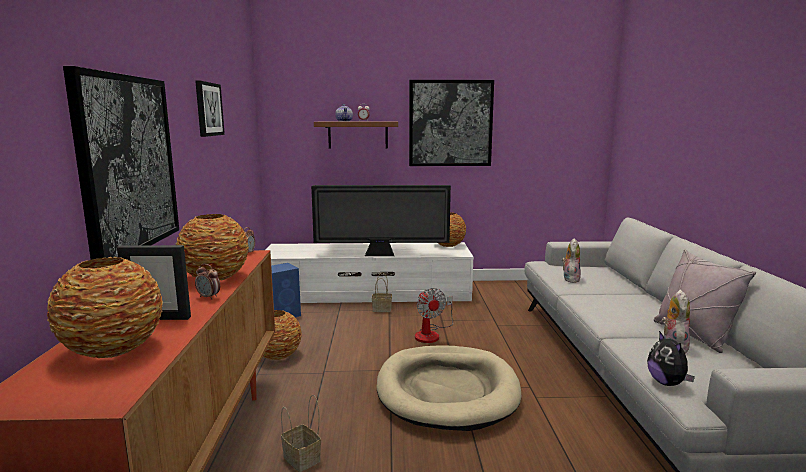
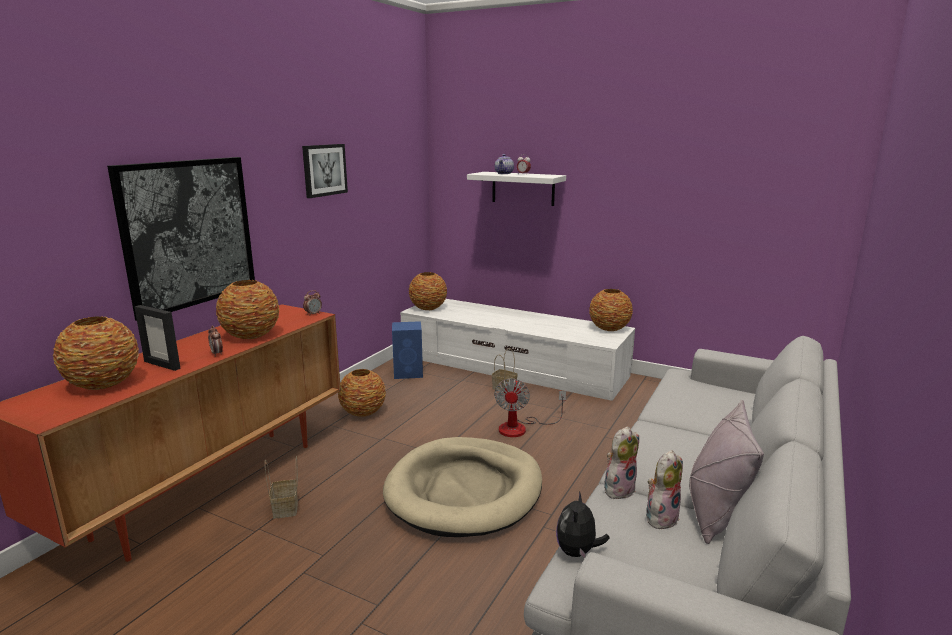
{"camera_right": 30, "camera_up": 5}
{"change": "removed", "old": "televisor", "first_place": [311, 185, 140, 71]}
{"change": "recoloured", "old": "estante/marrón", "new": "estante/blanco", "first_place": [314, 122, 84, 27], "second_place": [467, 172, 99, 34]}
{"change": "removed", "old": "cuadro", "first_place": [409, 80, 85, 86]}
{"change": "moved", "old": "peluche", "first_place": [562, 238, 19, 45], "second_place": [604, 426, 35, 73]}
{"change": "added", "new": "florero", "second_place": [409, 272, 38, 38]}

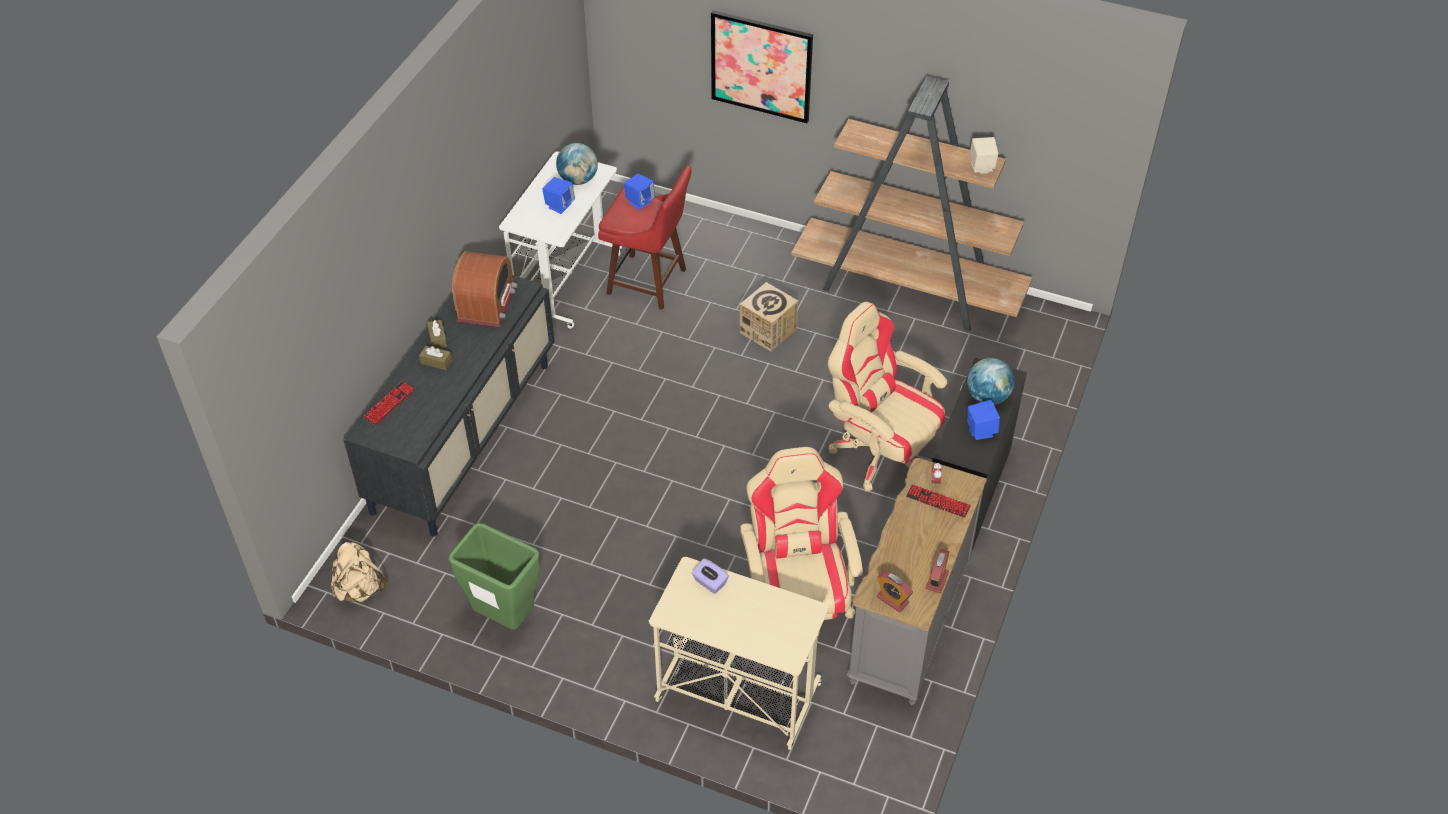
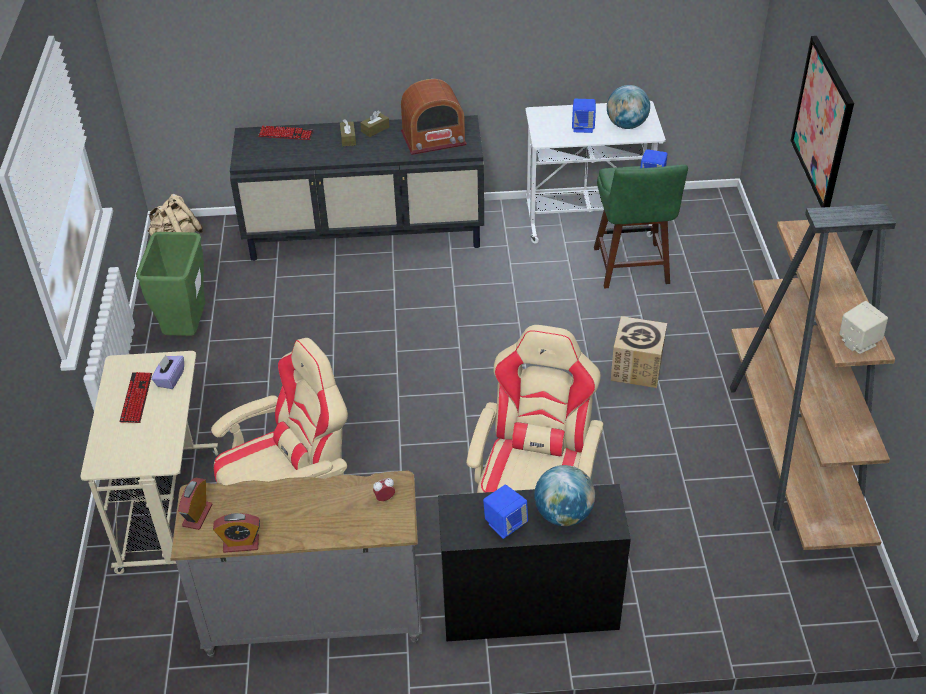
{"camera_right": 65, "camera_up": -5}
{"change": "recoloured", "old": "taburete/rojo", "new": "taburete/verde", "first_place": [598, 166, 94, 144], "second_place": [594, 165, 94, 123]}
{"change": "moved", "old": "teclado", "first_place": [906, 485, 65, 33], "second_place": [119, 372, 33, 51]}

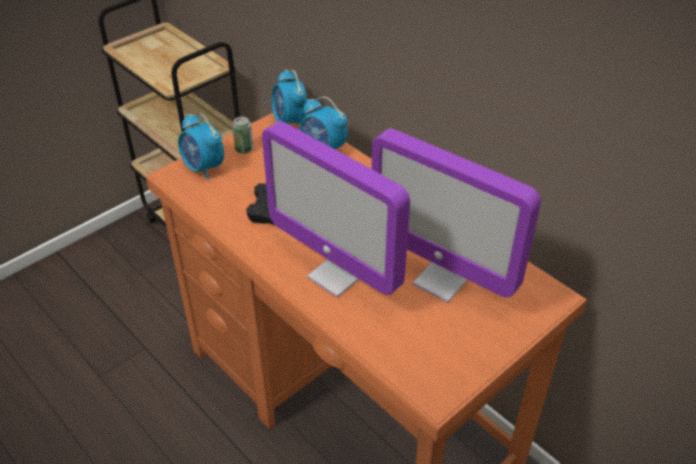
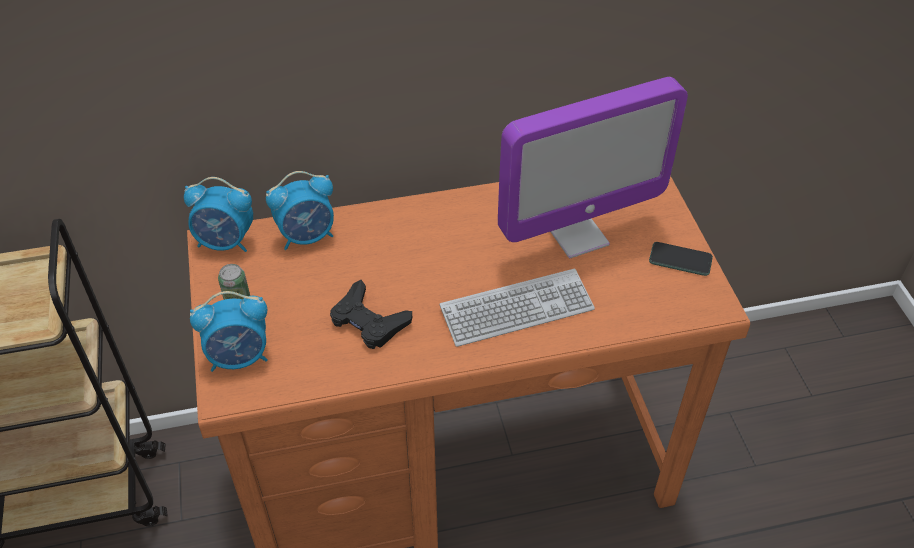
{"camera_right": -60, "camera_up": 5}
{"change": "replaced", "old": "monitor", "new": "teclado", "first_place": [262, 121, 148, 176], "second_place": [440, 269, 155, 78]}
{"change": "added", "new": "móvil", "second_place": [649, 242, 64, 34]}

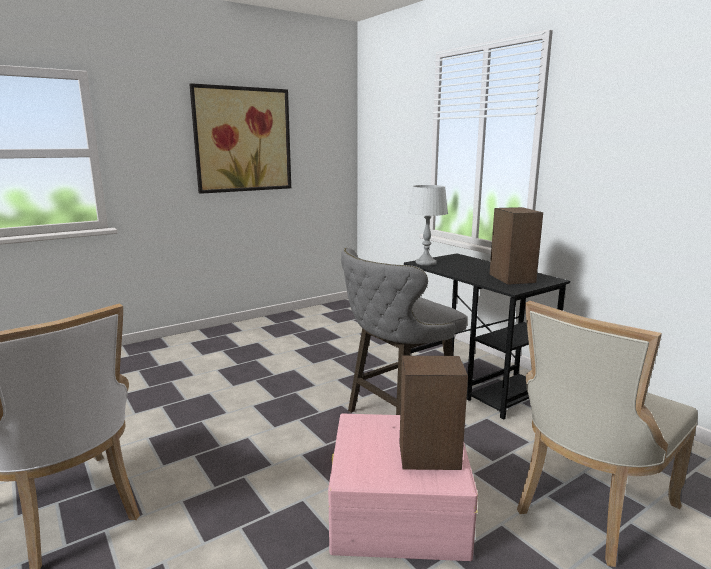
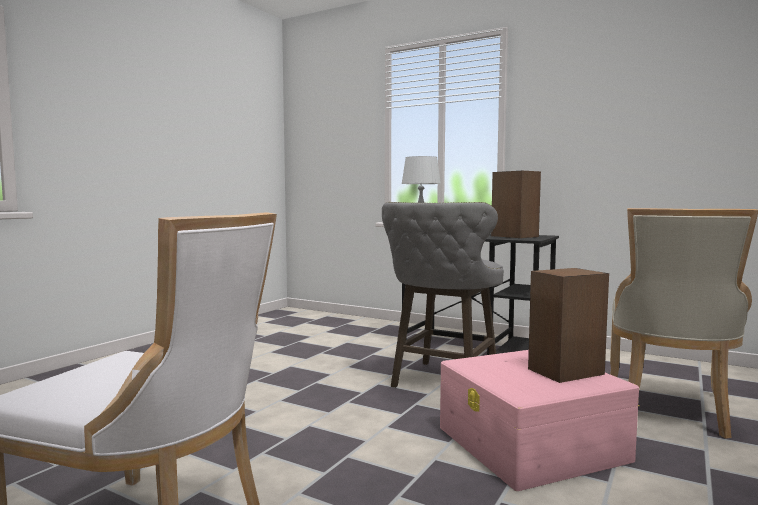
{"camera_right": -25, "camera_up": -10}
{"change": "removed", "old": "cuadro", "first_place": [189, 83, 102, 111]}

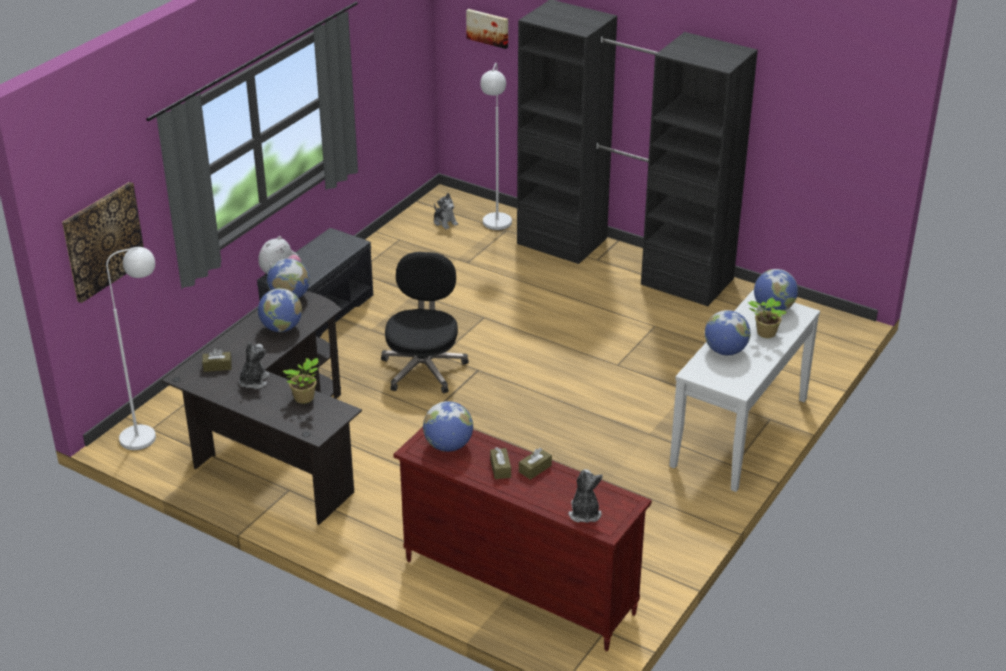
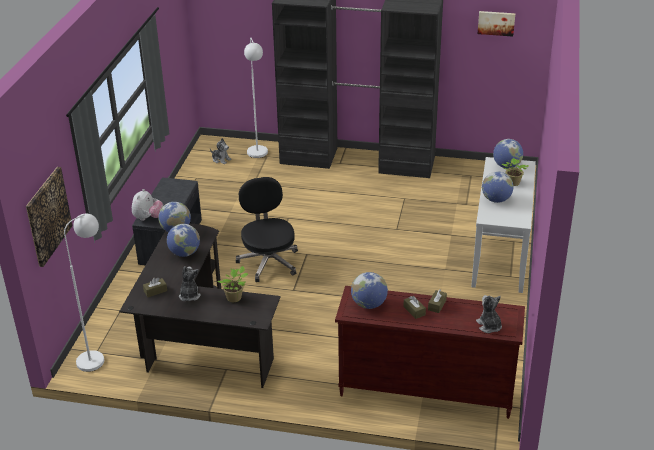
{"camera_right": -20, "camera_up": 0}
{"change": "moved", "old": "cuadro", "first_place": [466, 9, 42, 40], "second_place": [478, 11, 37, 26]}

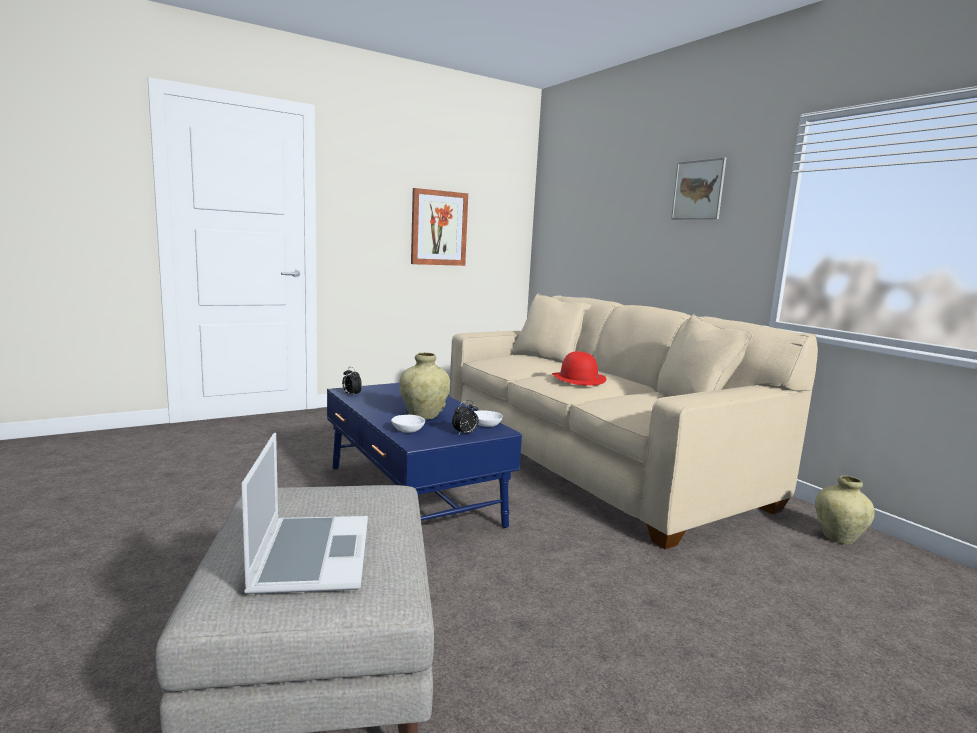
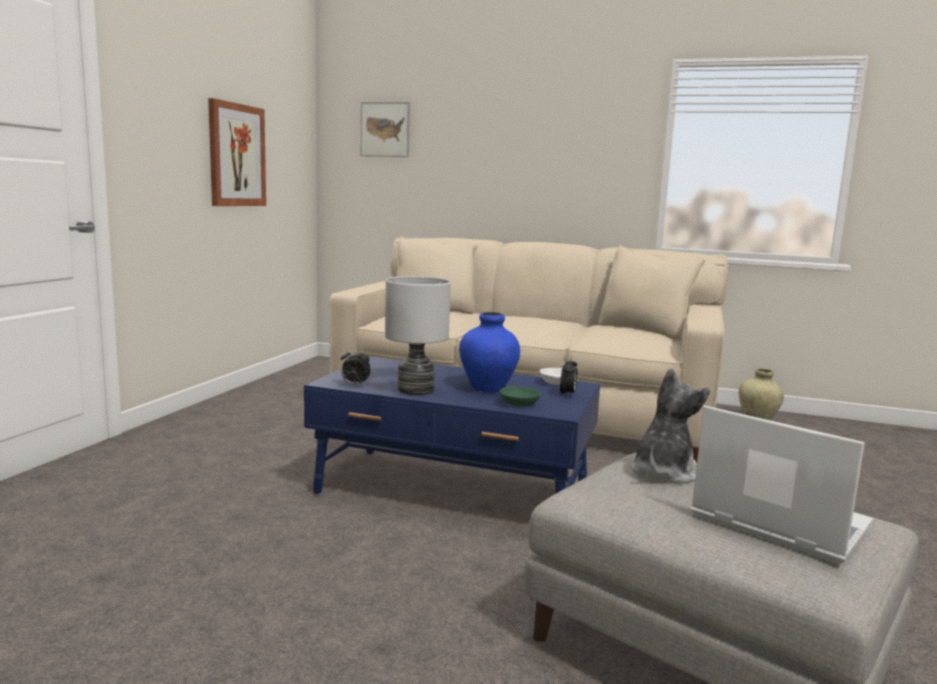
{"camera_right": -40, "camera_up": 0}
{"change": "recoloured", "old": "cuenco/blanco", "new": "cuenco/verde", "first_place": [391, 415, 34, 18], "second_place": [499, 386, 42, 21]}
{"change": "recoloured", "old": "florero/beis", "new": "florero/azul", "first_place": [399, 352, 51, 68], "second_place": [459, 312, 61, 81]}
{"change": "removed", "old": "sombrero/rojo", "first_place": [552, 351, 55, 35]}
{"change": "moved", "old": "cuadro", "first_place": [671, 157, 55, 62], "second_place": [360, 102, 50, 55]}
{"change": "added", "new": "lámpara de mesa/gris", "second_place": [385, 276, 66, 119]}
{"change": "added", "new": "peluche", "second_place": [630, 368, 80, 116]}

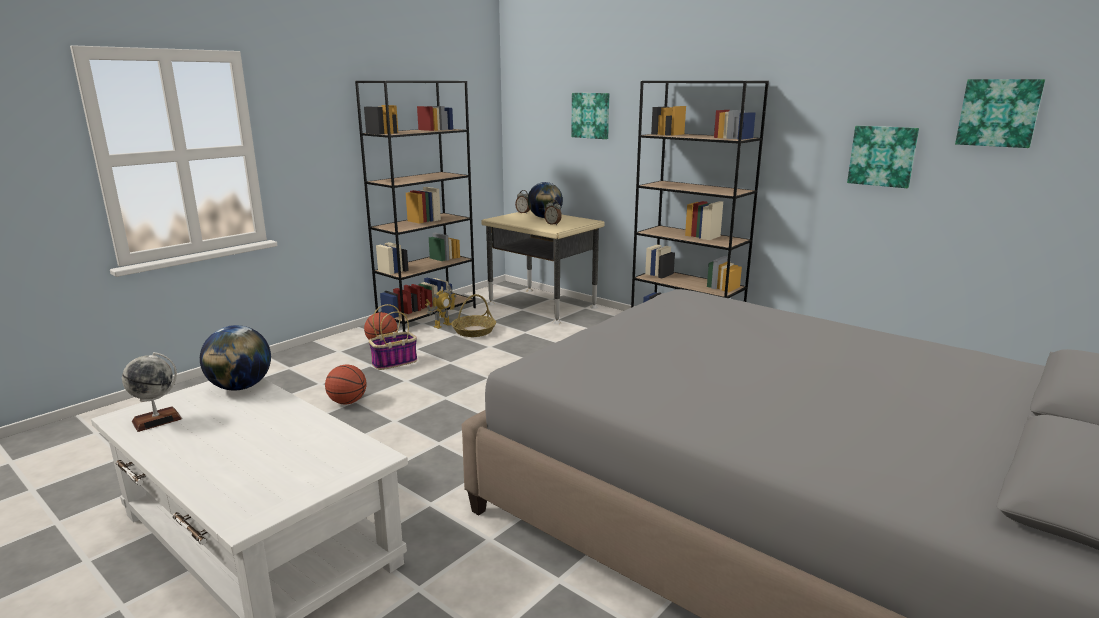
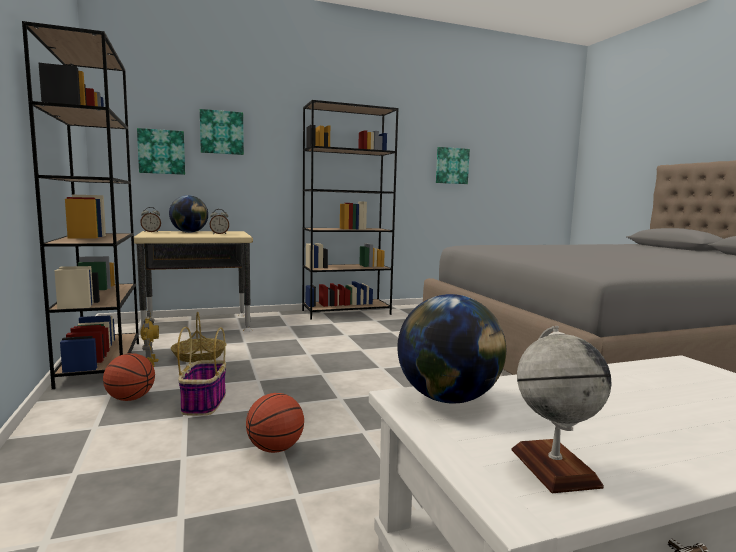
{"camera_right": -60, "camera_up": -10}
{"change": "moved", "old": "cuadro", "first_place": [955, 79, 90, 69], "second_place": [137, 128, 48, 47]}

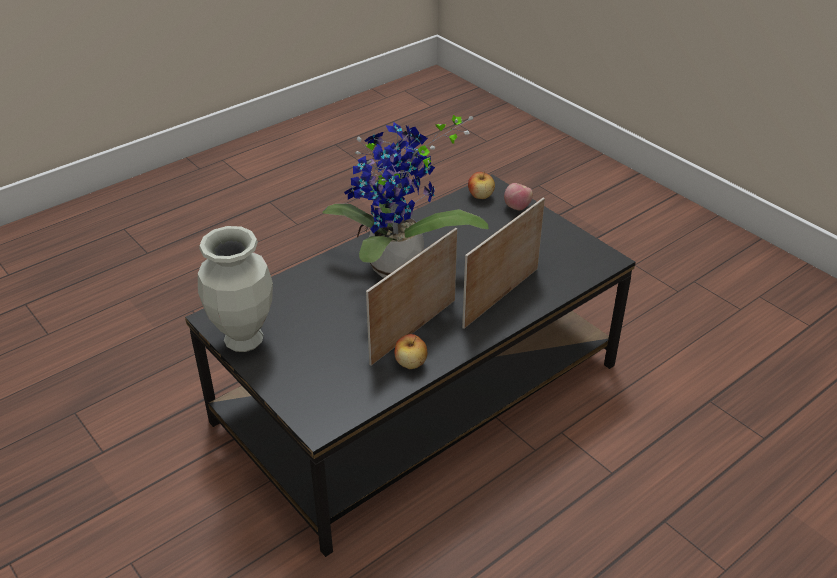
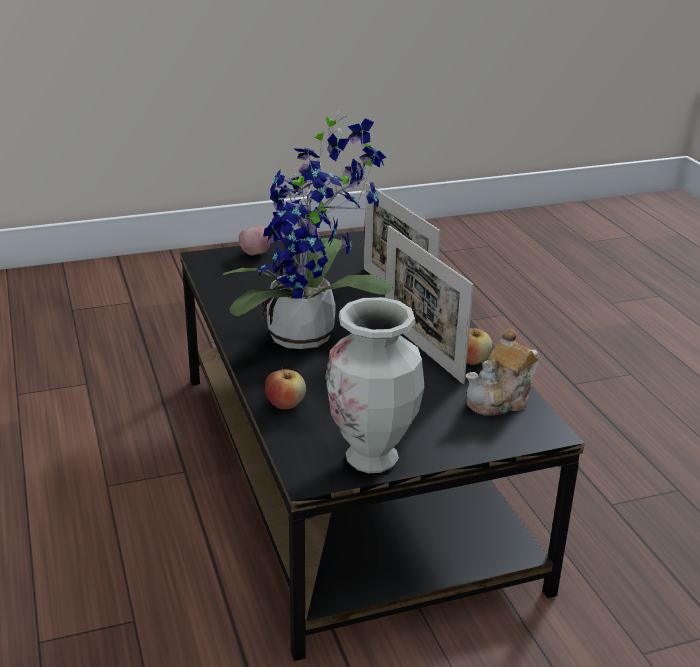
{"camera_right": -70, "camera_up": -10}
{"change": "moved", "old": "manzana", "first_place": [468, 171, 27, 28], "second_place": [265, 367, 41, 42]}
{"change": "added", "new": "tetera", "second_place": [466, 328, 74, 88]}

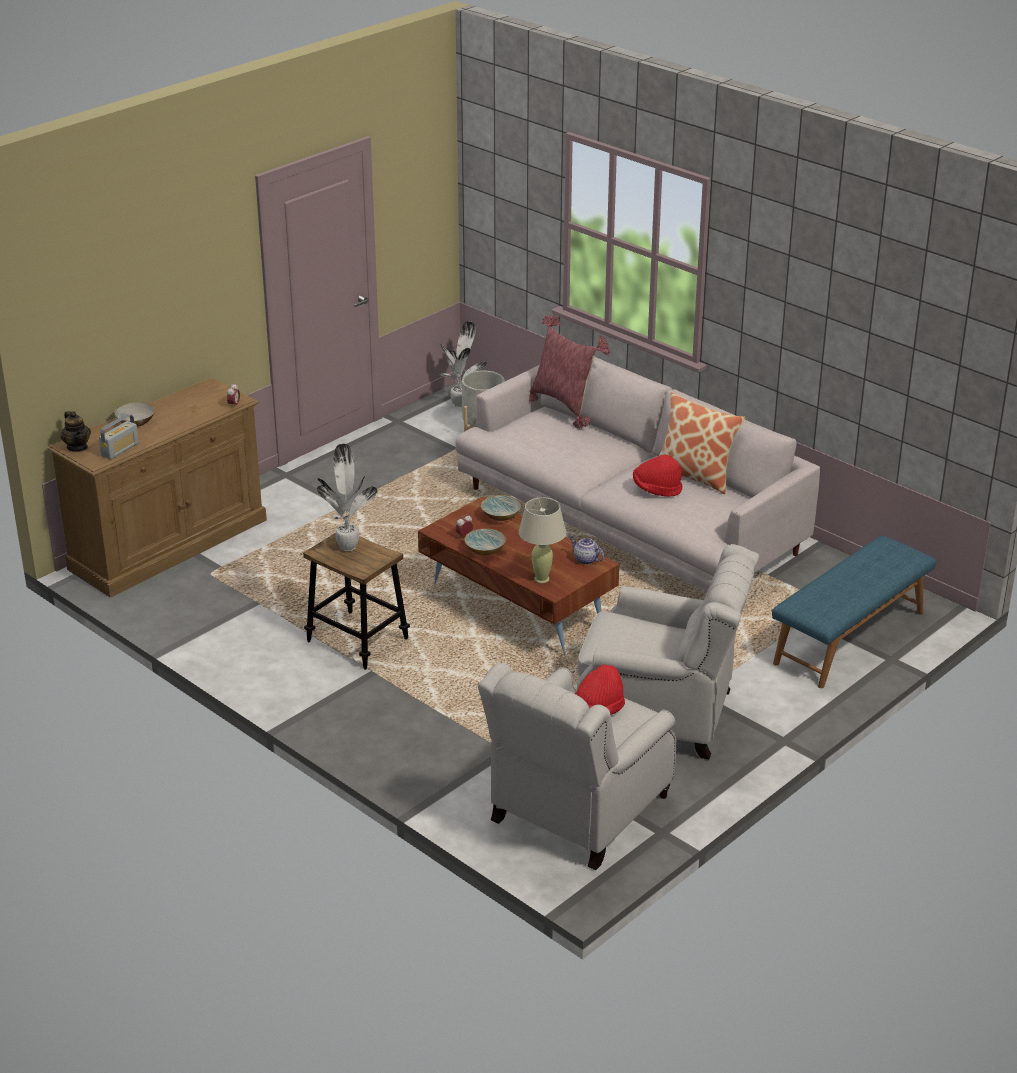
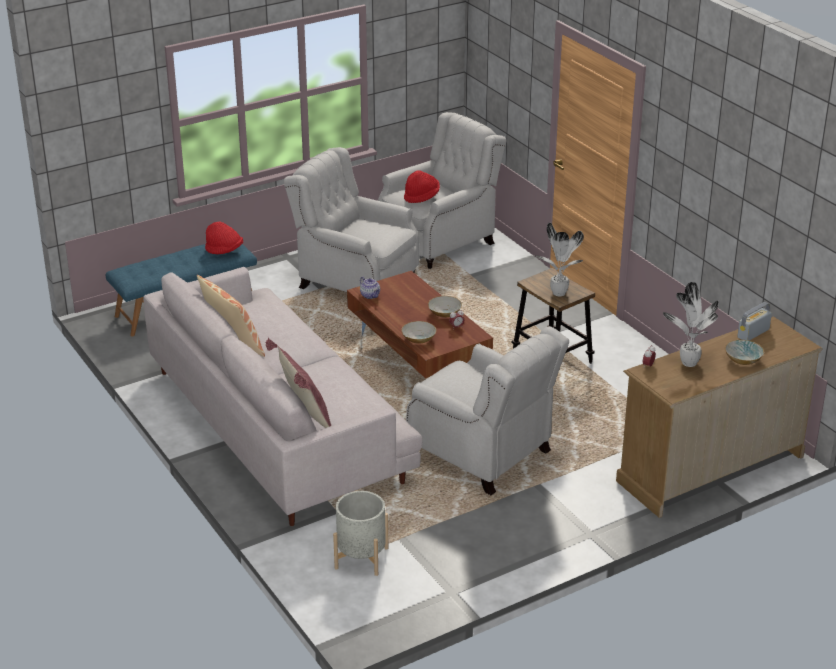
{"camera_right": -165, "camera_up": 0}
{"change": "removed", "old": "tetera", "first_place": [60, 411, 31, 41]}
{"change": "moved", "old": "planta en maceta", "first_place": [440, 321, 47, 86], "second_place": [663, 282, 56, 85]}
{"change": "removed", "old": "lámpara de mesa/beis", "first_place": [519, 497, 47, 86]}
{"change": "moved", "old": "sombrero/rojo", "first_place": [633, 455, 50, 42], "second_place": [205, 222, 38, 32]}
{"change": "added", "new": "sillón/blanco", "second_place": [406, 326, 163, 169]}

